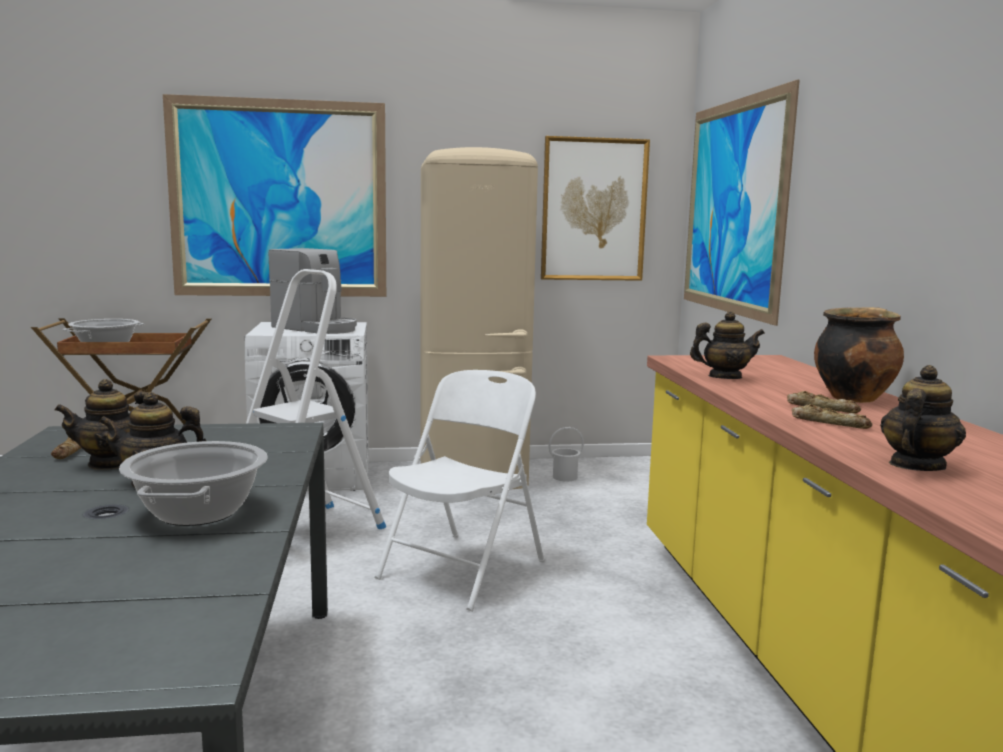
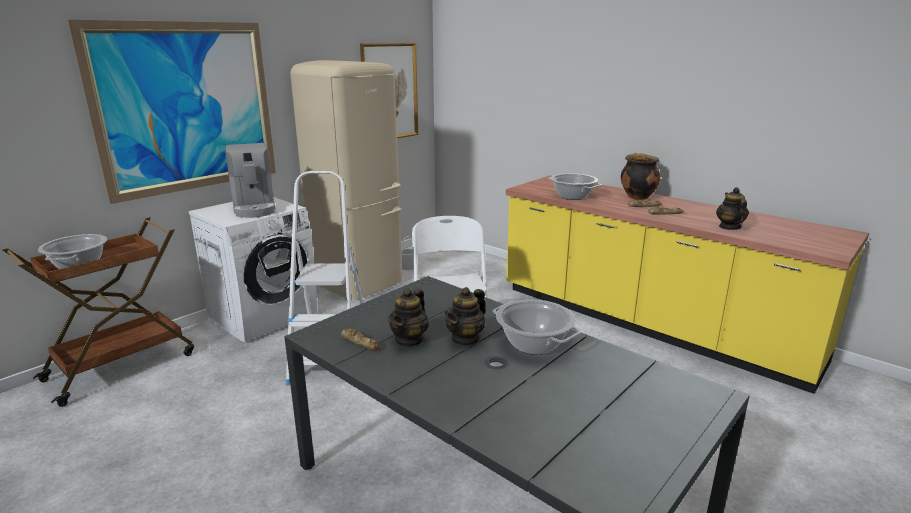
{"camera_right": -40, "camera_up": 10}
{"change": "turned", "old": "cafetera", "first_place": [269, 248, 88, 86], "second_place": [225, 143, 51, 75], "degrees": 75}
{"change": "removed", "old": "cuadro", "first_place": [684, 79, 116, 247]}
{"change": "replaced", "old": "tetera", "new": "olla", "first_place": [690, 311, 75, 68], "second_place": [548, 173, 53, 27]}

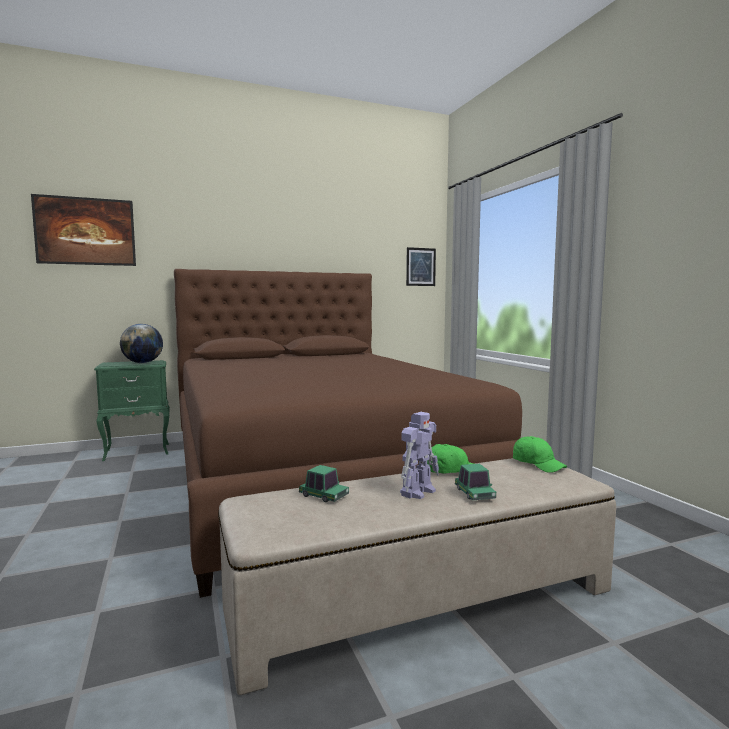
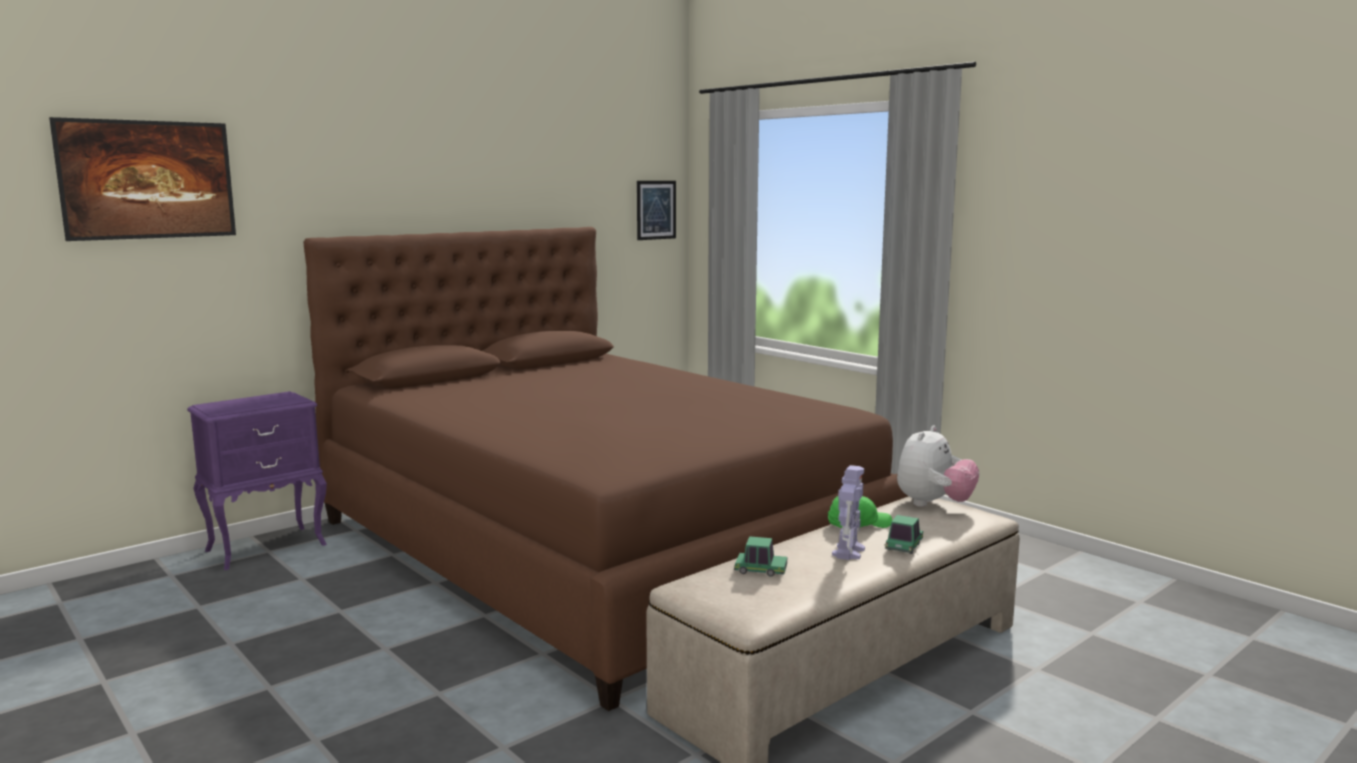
{"camera_right": -20, "camera_up": 5}
{"change": "recoloured", "old": "mesita de noche/verde", "new": "mesita de noche/morado", "first_place": [94, 360, 76, 101], "second_place": [187, 391, 140, 179]}
{"change": "removed", "old": "globo terráqueo", "first_place": [120, 324, 43, 39]}
{"change": "turned", "old": "coche de juguete", "first_place": [455, 464, 41, 36], "second_place": [885, 515, 38, 39], "degrees": -120}
{"change": "replaced", "old": "gorra/verde", "new": "peluche", "first_place": [513, 436, 54, 37], "second_place": [897, 425, 82, 82]}

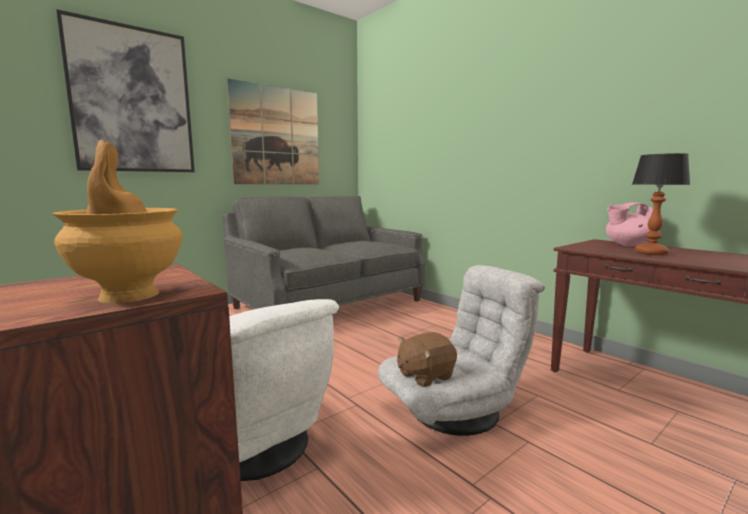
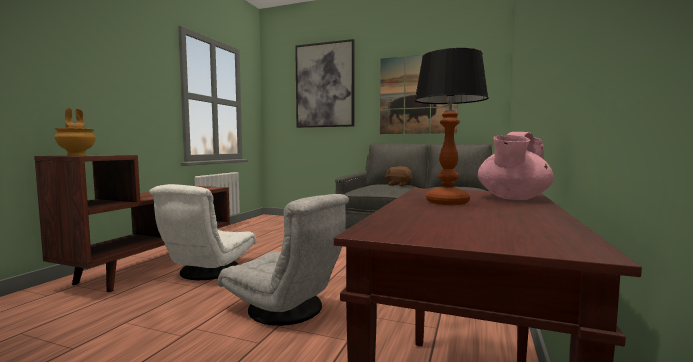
{"camera_right": 60, "camera_up": -5}
{"change": "moved", "old": "peluche/marrón", "first_place": [397, 332, 60, 55], "second_place": [385, 166, 28, 20]}
{"change": "turned", "old": "tetera/rosa", "first_place": [606, 202, 47, 44], "second_place": [478, 132, 76, 68], "degrees": -105}

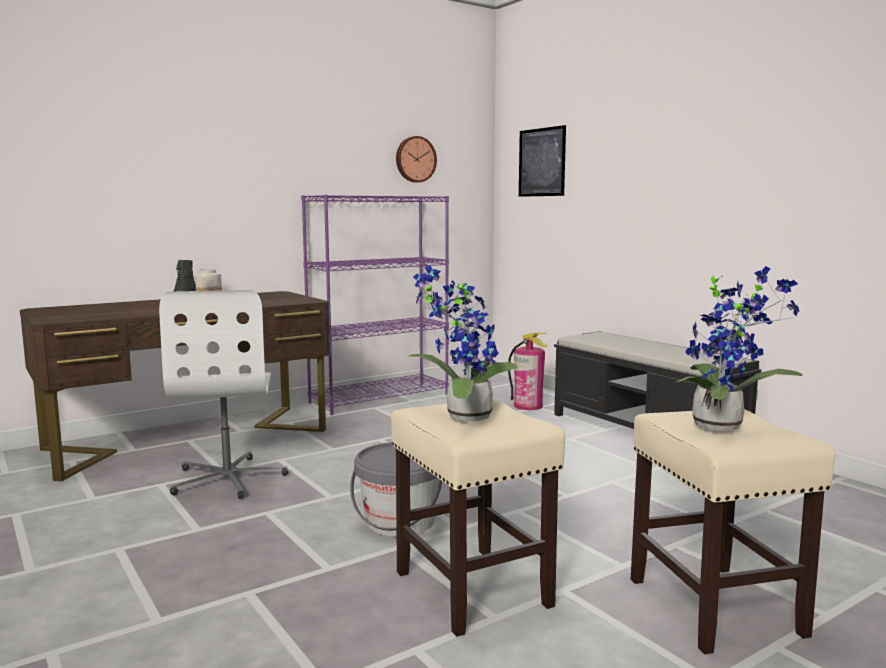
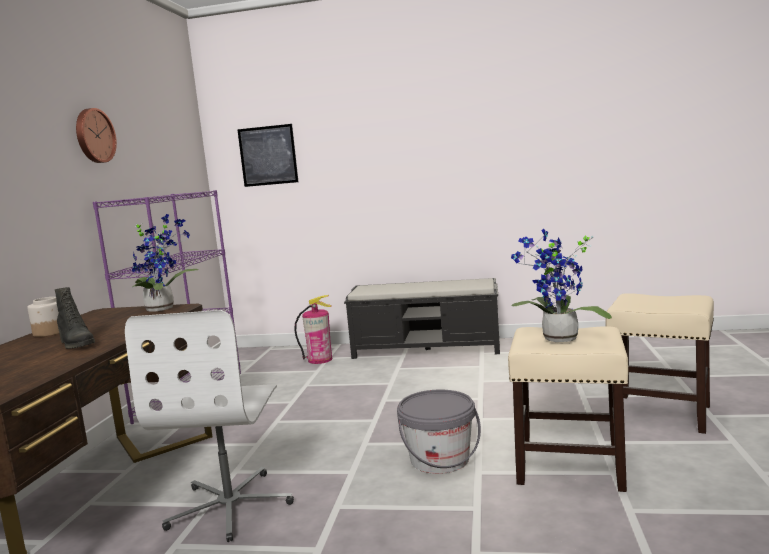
{"camera_right": -45, "camera_up": 0}
{"change": "turned", "old": "silla de oficina/blanco", "first_place": [159, 290, 129, 209], "second_place": [125, 310, 169, 232], "degrees": 60}
{"change": "moved", "old": "reloj de pared", "first_place": [396, 136, 41, 47], "second_place": [76, 108, 41, 55]}
{"change": "moved", "old": "planta en maceta", "first_place": [676, 266, 127, 165], "second_place": [132, 214, 67, 97]}

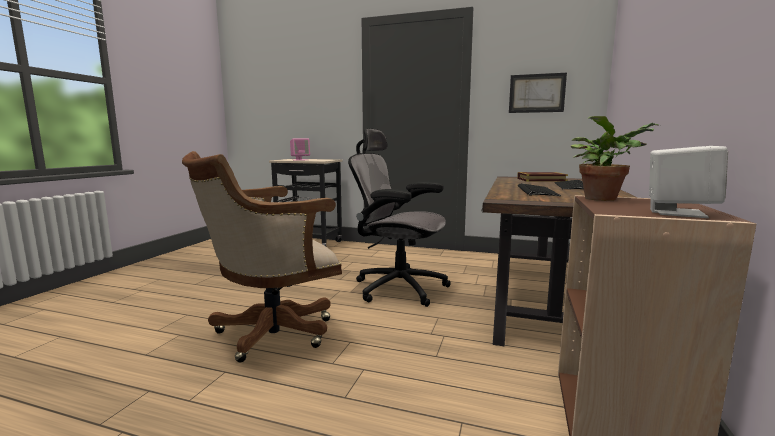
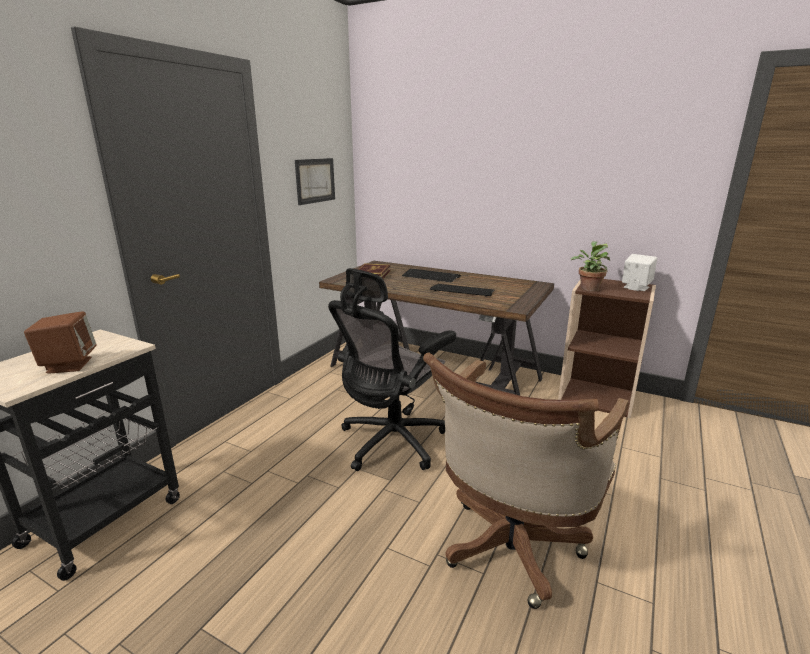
{"camera_right": -80, "camera_up": 10}
{"change": "turned", "old": "silla de oficina", "first_place": [182, 151, 160, 212], "second_place": [423, 353, 206, 256], "degrees": 60}
{"change": "recoloured", "old": "altavoz/rosa", "new": "altavoz/marrón", "first_place": [290, 138, 20, 23], "second_place": [24, 311, 73, 63]}

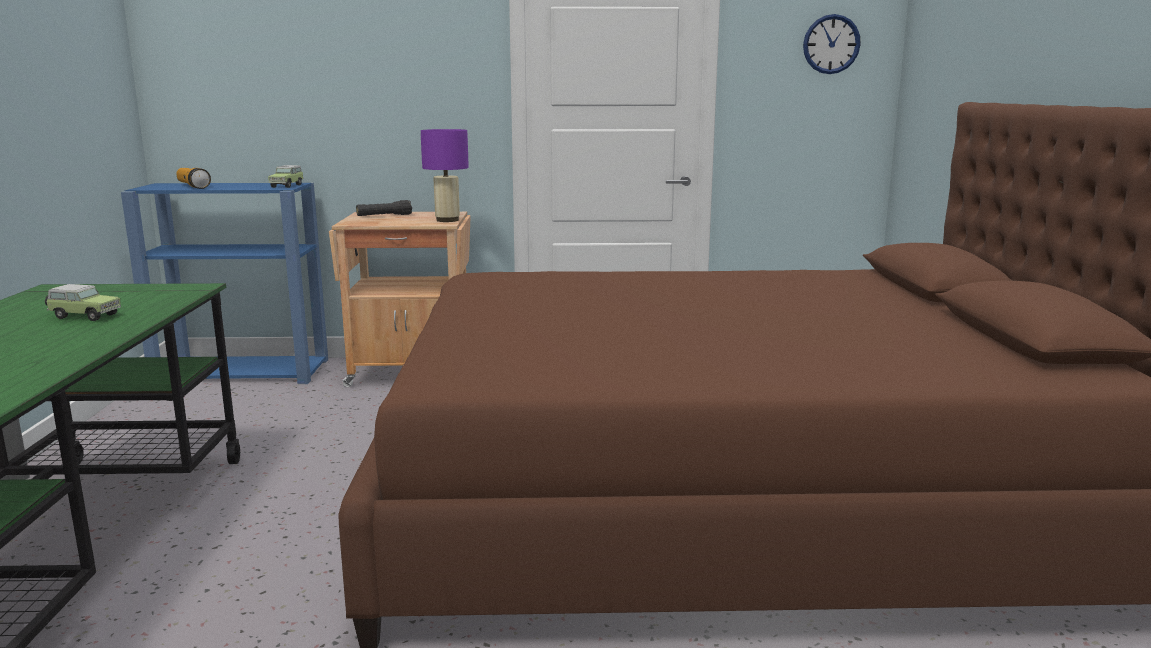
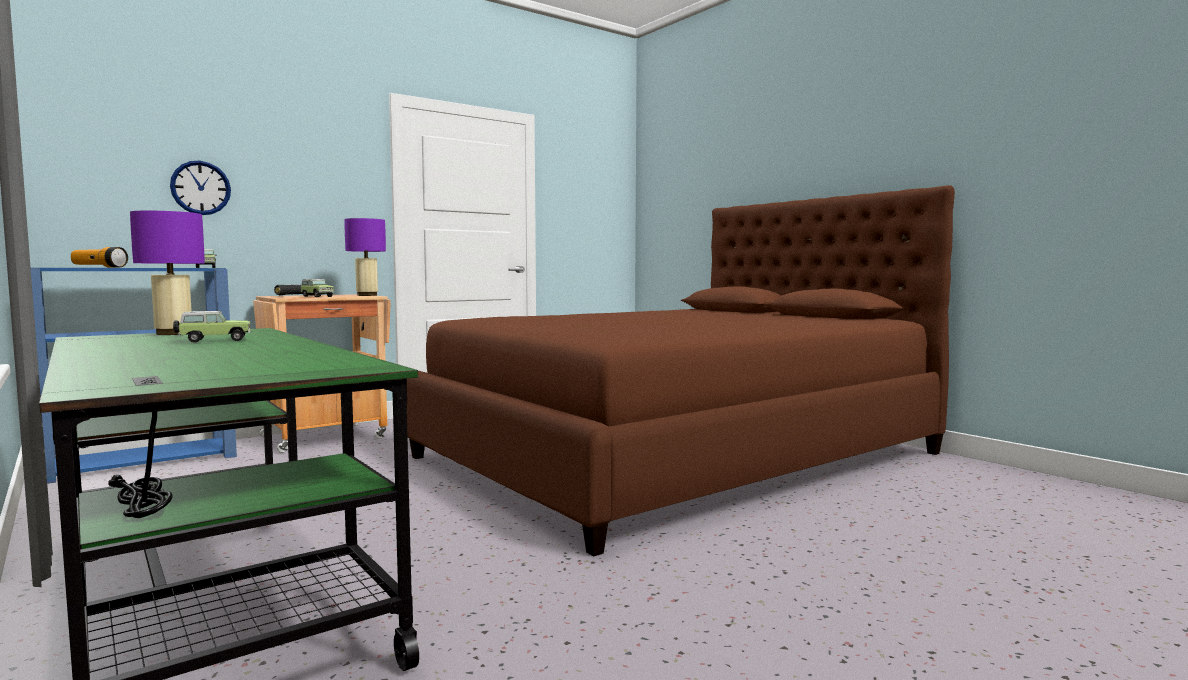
{"camera_right": -35, "camera_up": -10}
{"change": "moved", "old": "reloj de pared", "first_place": [803, 14, 58, 60], "second_place": [170, 161, 61, 54]}
{"change": "added", "new": "lámpara de mesa/morado", "second_place": [130, 211, 75, 124]}
{"change": "added", "new": "coche de juguete", "second_place": [300, 279, 34, 18]}

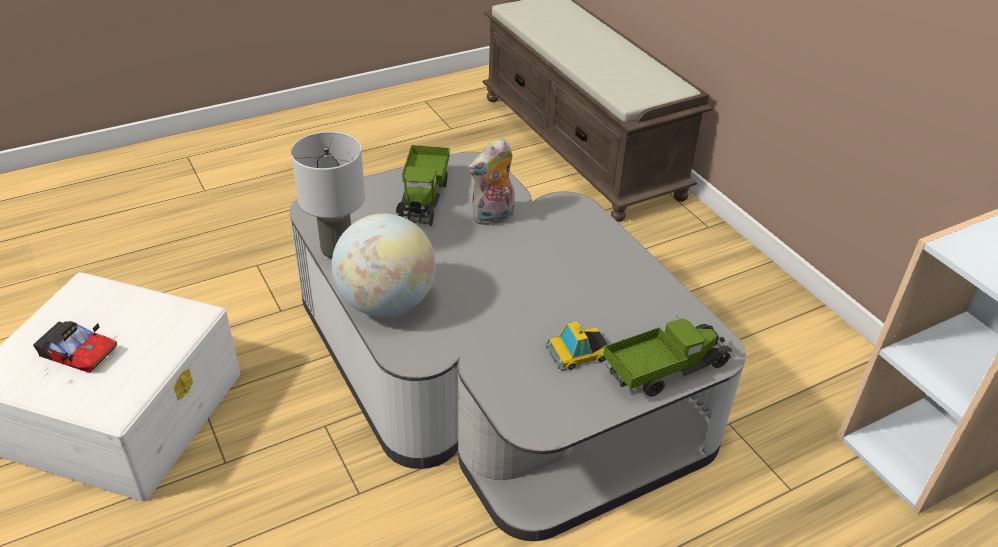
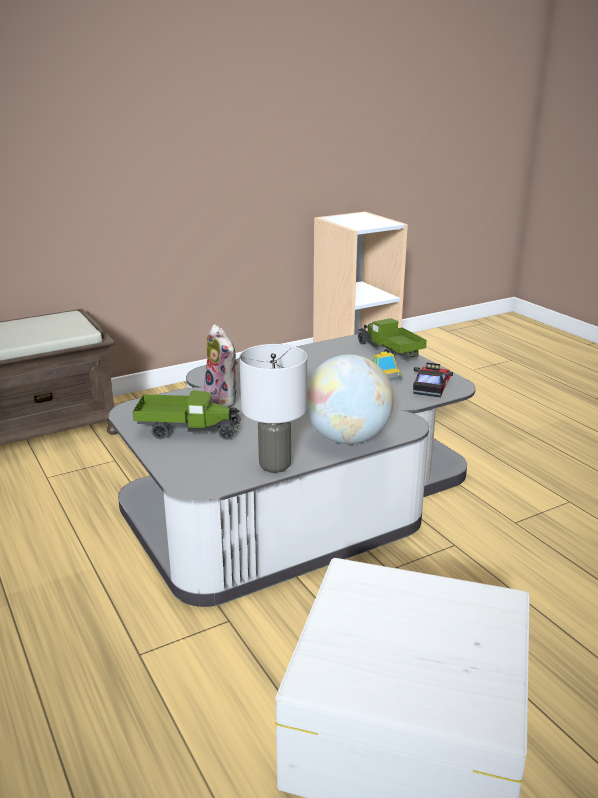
{"camera_right": -90, "camera_up": -15}
{"change": "moved", "old": "coche de juguete", "first_place": [33, 321, 84, 52], "second_place": [413, 362, 40, 36]}

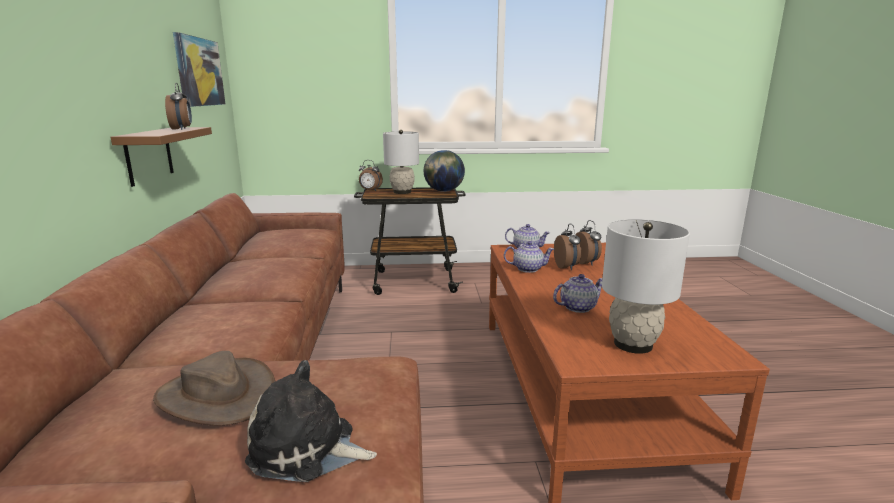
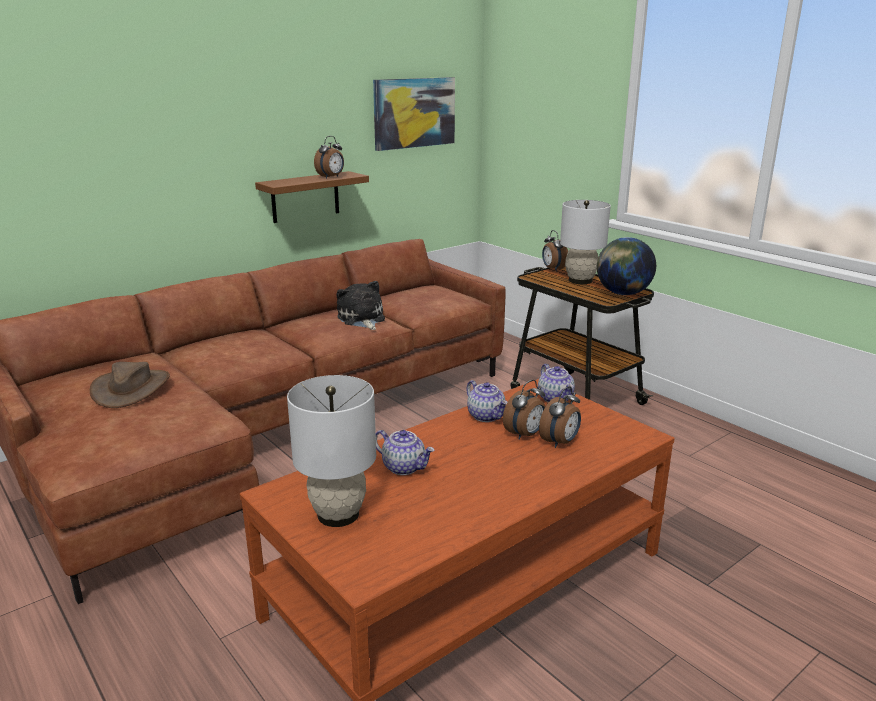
{"camera_right": 55, "camera_up": 5}
{"change": "moved", "old": "peluche", "first_place": [245, 360, 132, 122], "second_place": [336, 281, 49, 49]}

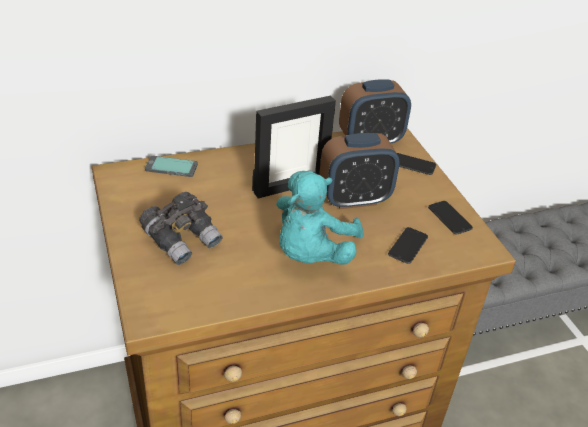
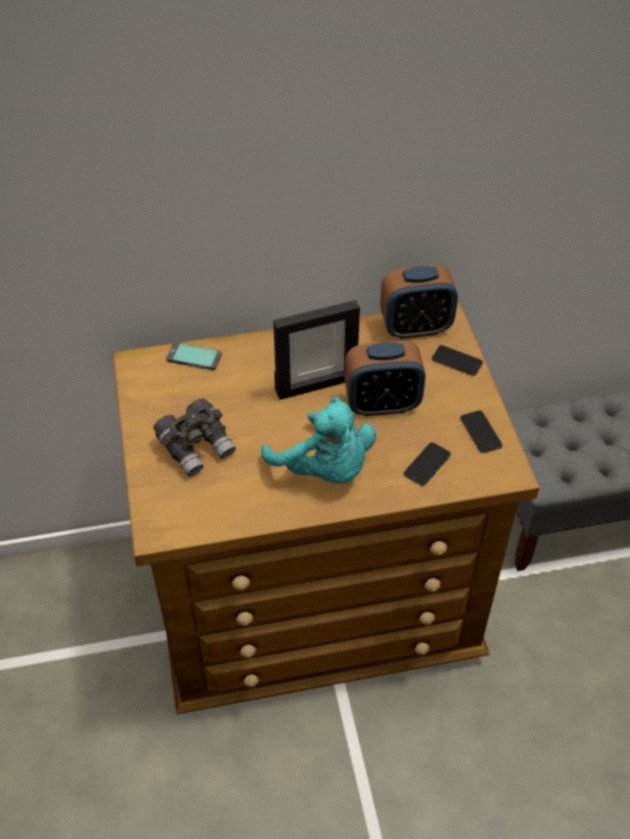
{"camera_right": 10, "camera_up": 10}
{"change": "turned", "old": "peluche/turquesa", "first_place": [276, 170, 87, 95], "second_place": [261, 397, 115, 87], "degrees": -75}

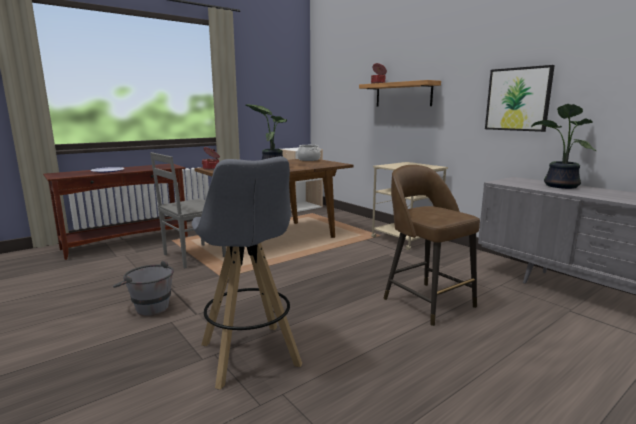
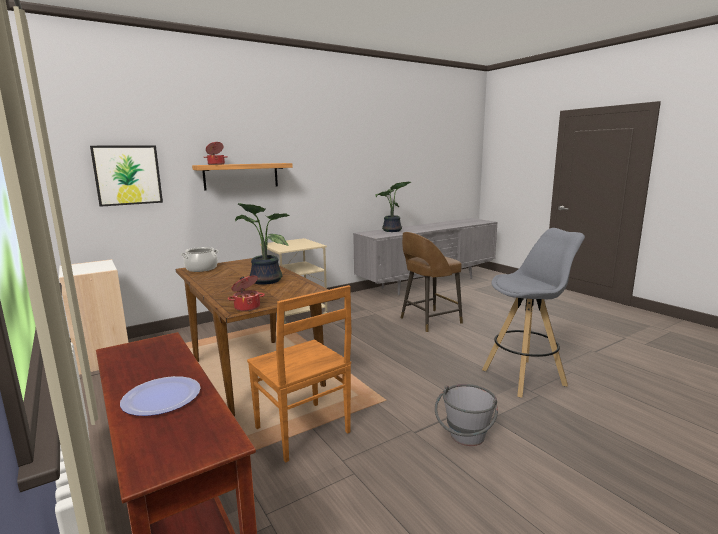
{"camera_right": -85, "camera_up": 0}
{"change": "recoloured", "old": "silla/gris", "new": "silla/marrón", "first_place": [150, 152, 76, 116], "second_place": [247, 285, 104, 177]}
{"change": "moved", "old": "cuadro", "first_place": [485, 65, 70, 67], "second_place": [90, 146, 73, 61]}

